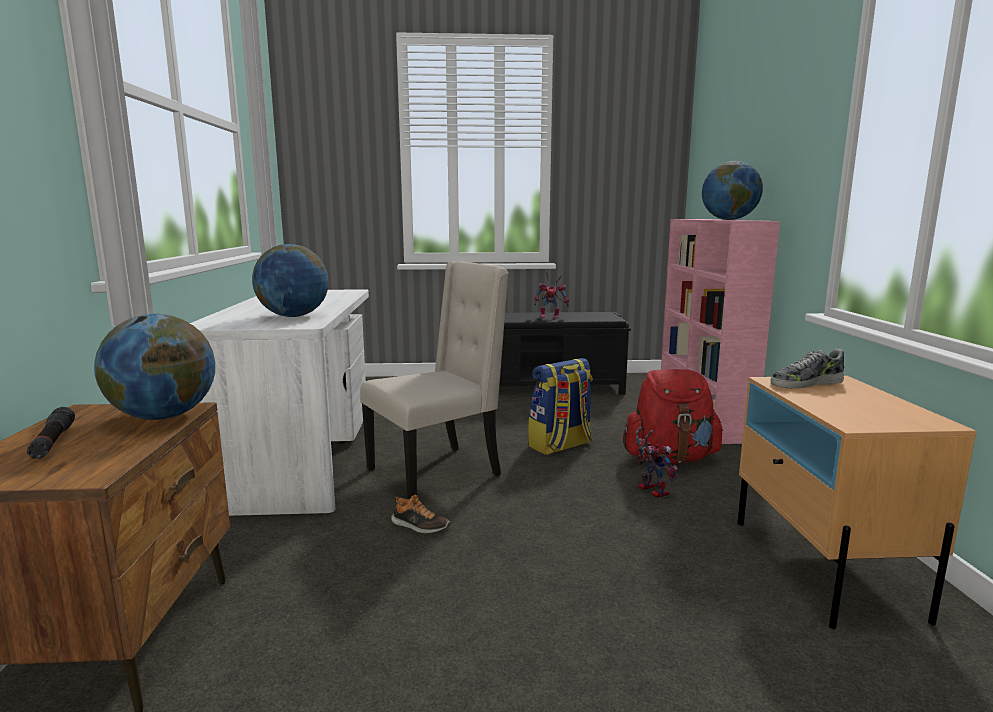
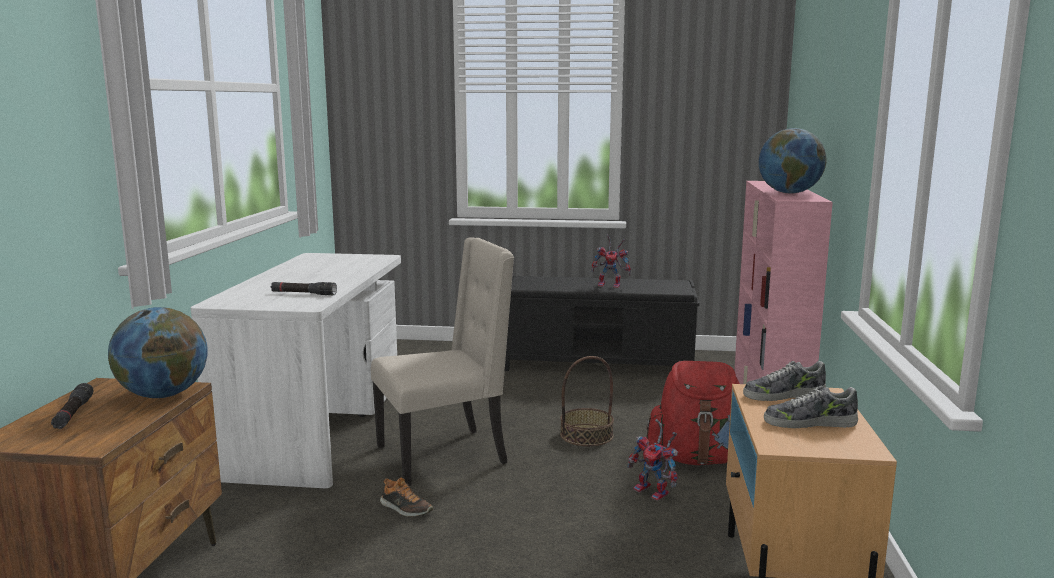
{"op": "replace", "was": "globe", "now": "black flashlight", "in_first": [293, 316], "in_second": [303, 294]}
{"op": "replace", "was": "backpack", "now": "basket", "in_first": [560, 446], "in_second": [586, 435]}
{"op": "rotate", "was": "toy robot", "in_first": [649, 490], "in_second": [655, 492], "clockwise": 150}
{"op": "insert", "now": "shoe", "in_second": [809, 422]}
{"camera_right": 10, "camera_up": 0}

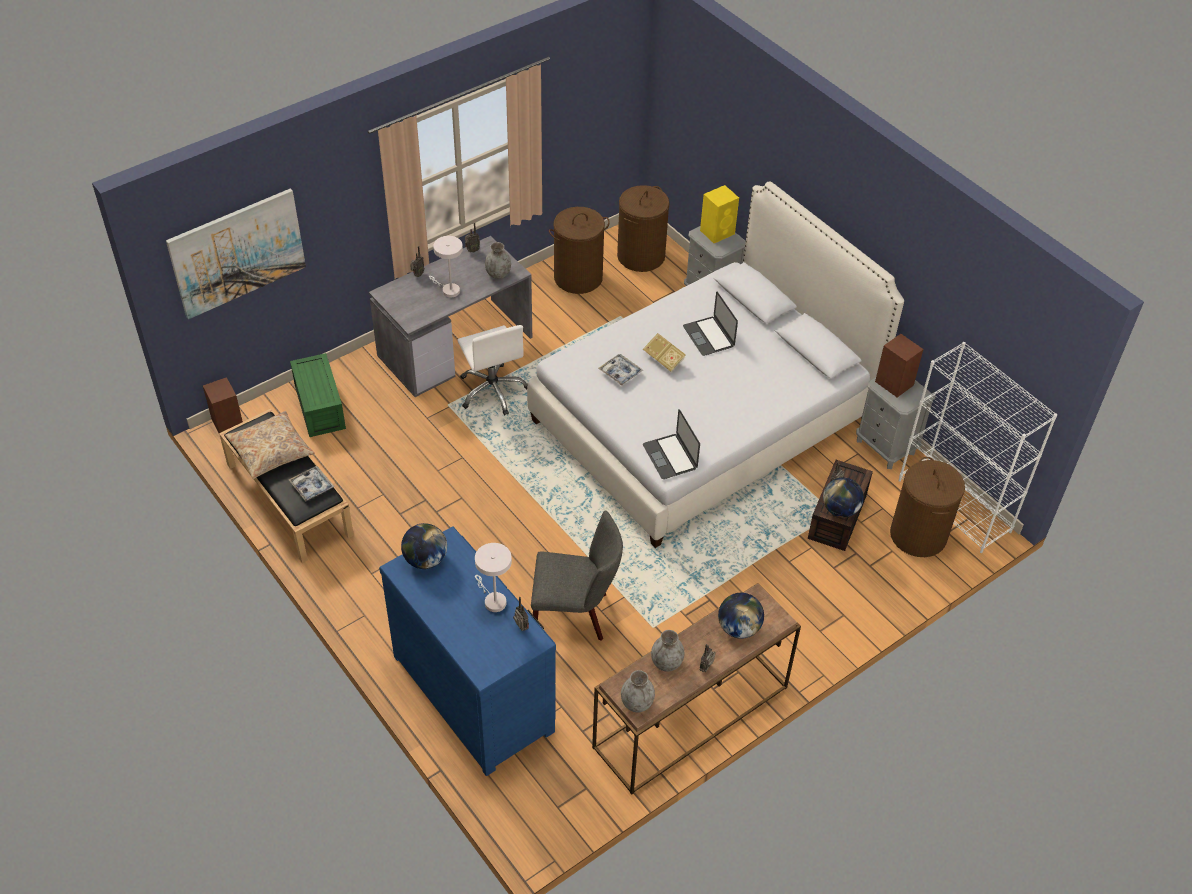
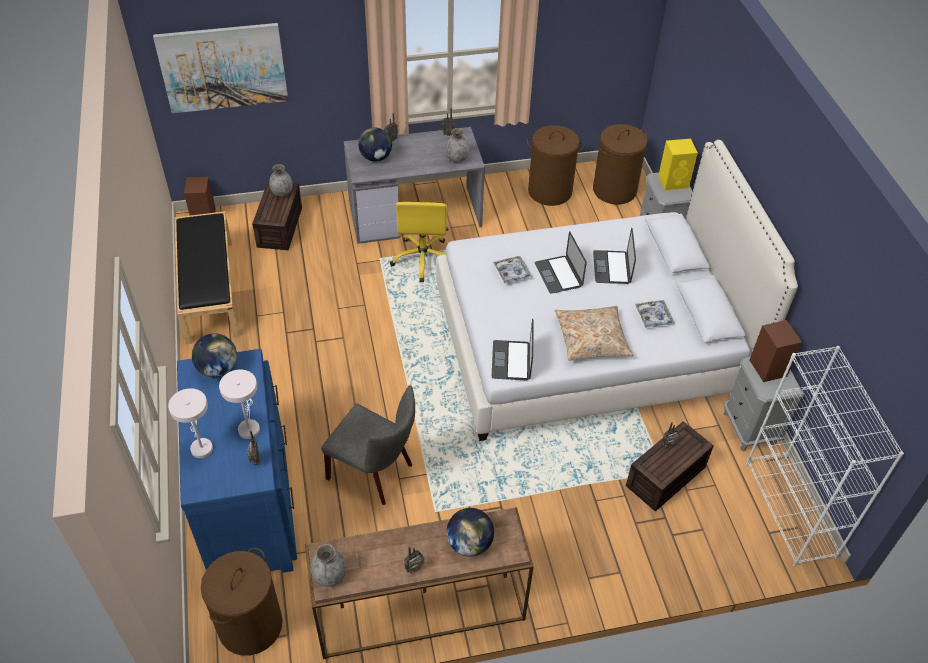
{"op": "move", "was": "white table lamp", "in_first": [448, 290], "in_second": [200, 446]}
{"op": "recolor", "was": "white office chair", "now": "yellow office chair", "in_first": [493, 390], "in_second": [423, 259]}
{"op": "replace", "was": "book", "now": "laptop", "in_first": [664, 360], "in_second": [558, 274]}
{"op": "recolor", "was": "green storage box", "now": "brown storage box", "in_first": [321, 407], "in_second": [280, 227]}
{"op": "move", "was": "beige pillow", "in_first": [271, 451], "in_second": [592, 339]}
{"op": "move", "was": "brown laundry basket", "in_first": [918, 535], "in_second": [250, 625]}
{"op": "move", "was": "tray", "in_first": [312, 486], "in_second": [653, 317]}
{"op": "move", "was": "globe", "in_first": [840, 509], "in_second": [376, 157]}
{"op": "move", "was": "grey vase", "in_first": [666, 663], "in_second": [282, 193]}
{"camera_right": 25, "camera_up": 0}

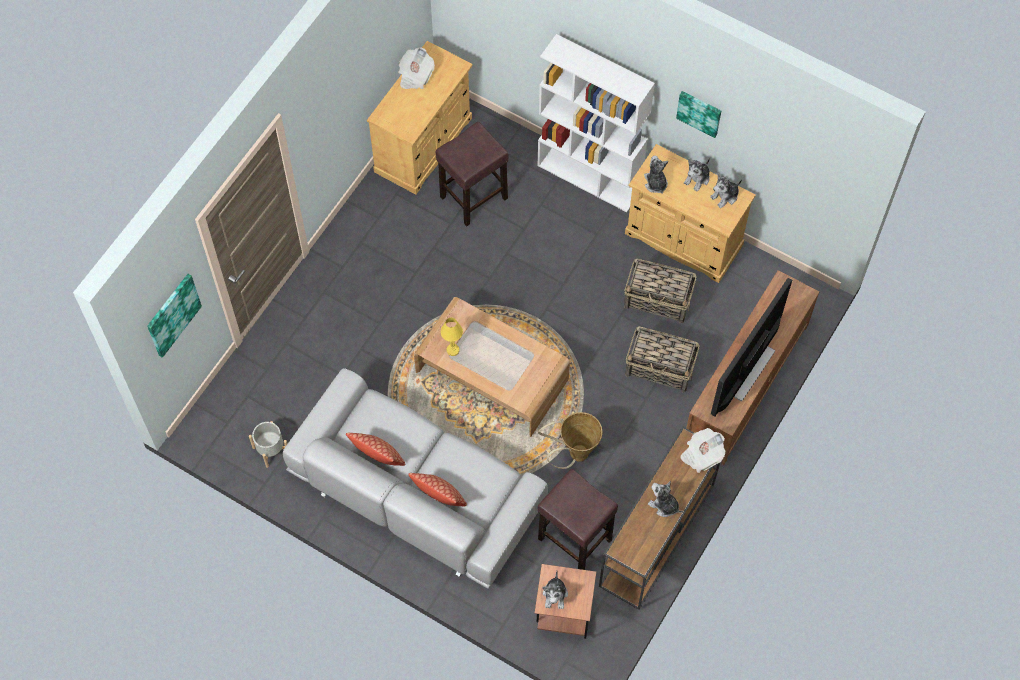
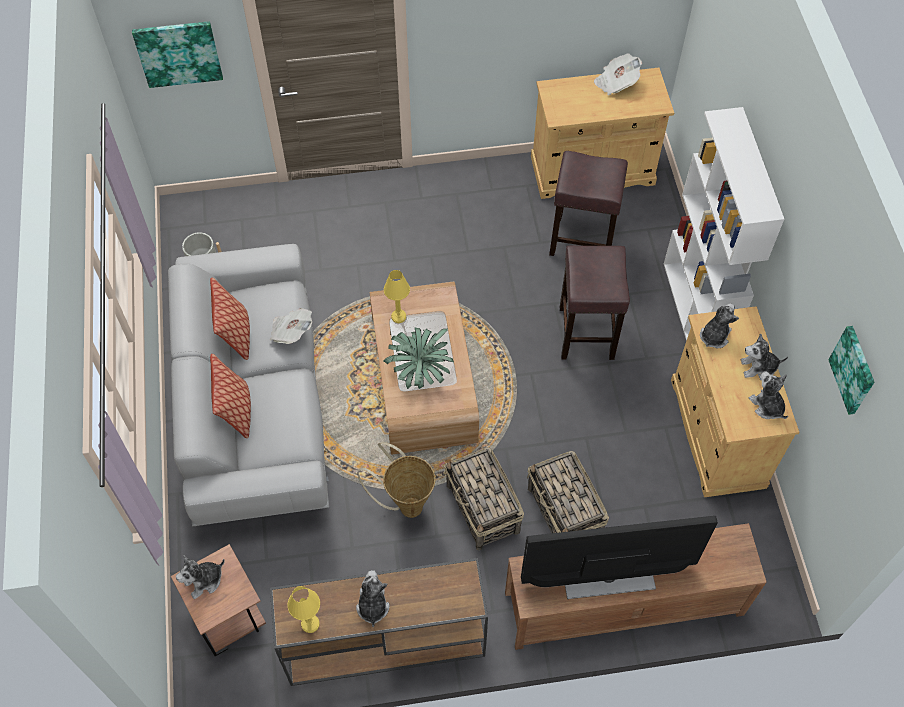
{"op": "move", "was": "picture", "in_first": [699, 112], "in_second": [854, 370]}
{"op": "rotate", "was": "plush toy", "in_first": [725, 196], "in_second": [767, 406], "clockwise": 45}
{"op": "move", "was": "basket", "in_first": [658, 300], "in_second": [483, 509]}
{"op": "move", "was": "newspaper", "in_first": [701, 454], "in_second": [291, 332]}
{"op": "move", "was": "brown stool", "in_first": [573, 538], "in_second": [586, 332]}
{"op": "insert", "now": "potted plant", "in_second": [420, 369]}
{"op": "insert", "now": "yellow table lamp", "in_second": [310, 624]}
{"camera_right": 50, "camera_up": -5}

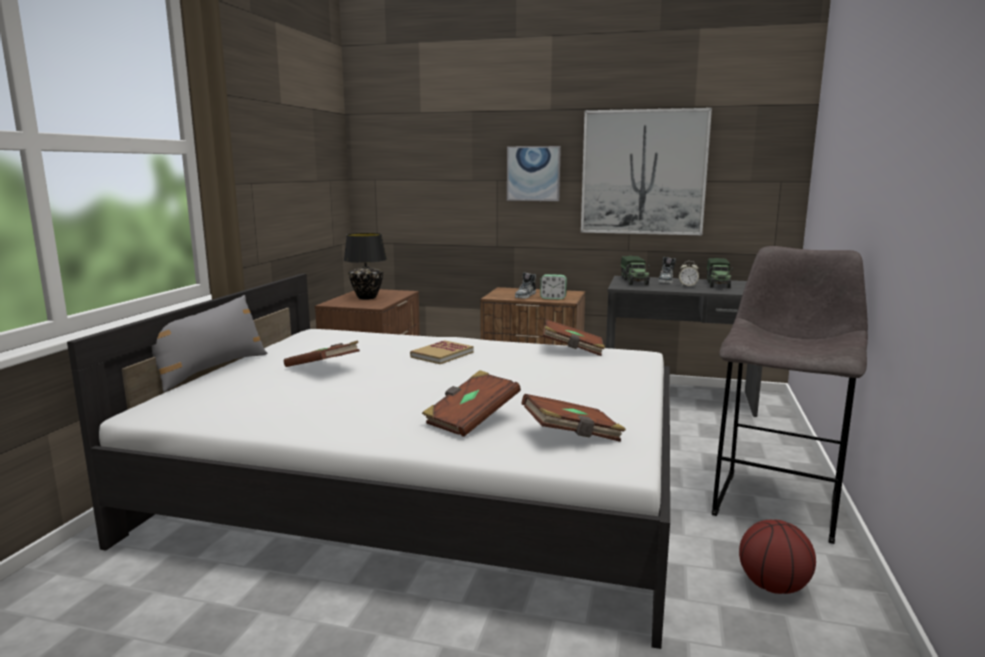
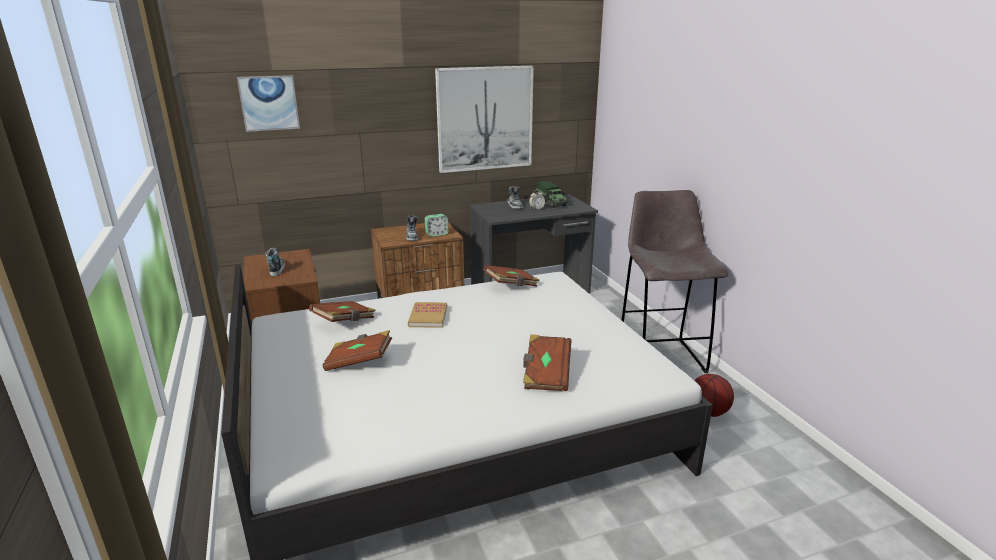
{"op": "move", "was": "picture", "in_first": [533, 173], "in_second": [269, 103]}
{"op": "replace", "was": "black table lamp", "now": "shoe", "in_first": [366, 298], "in_second": [276, 269]}
{"op": "delete", "was": "toy truck", "in_first": [634, 281]}
{"op": "delete", "was": "grey pillow", "in_first": [211, 370]}
{"op": "move", "was": "brown book", "in_first": [572, 436], "in_second": [344, 321]}
{"camera_right": -35, "camera_up": 10}

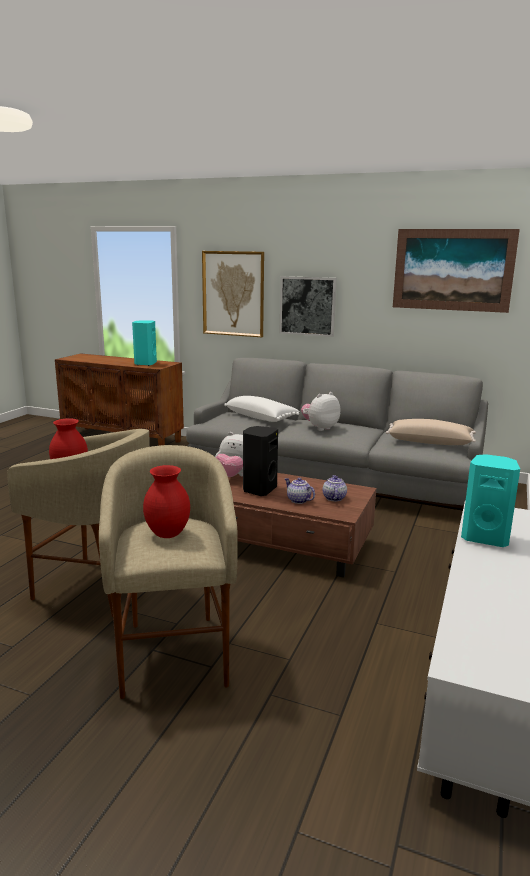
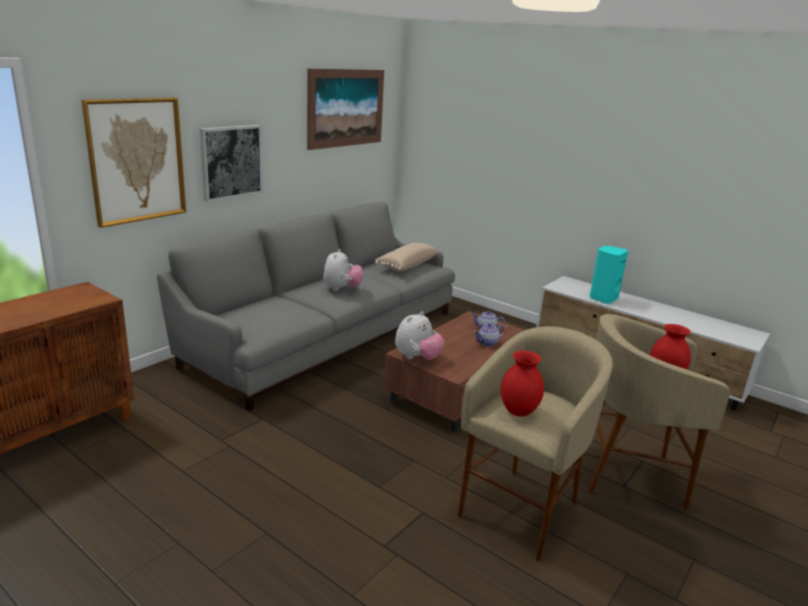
{"op": "delete", "was": "turquoise speaker", "in_first": [145, 364]}
{"op": "rotate", "was": "plush toy", "in_first": [320, 428], "in_second": [341, 289], "clockwise": -150}
{"op": "delete", "was": "white pillow", "in_first": [261, 417]}
{"op": "delete", "was": "black speaker", "in_first": [258, 490]}
{"camera_right": -75, "camera_up": 5}

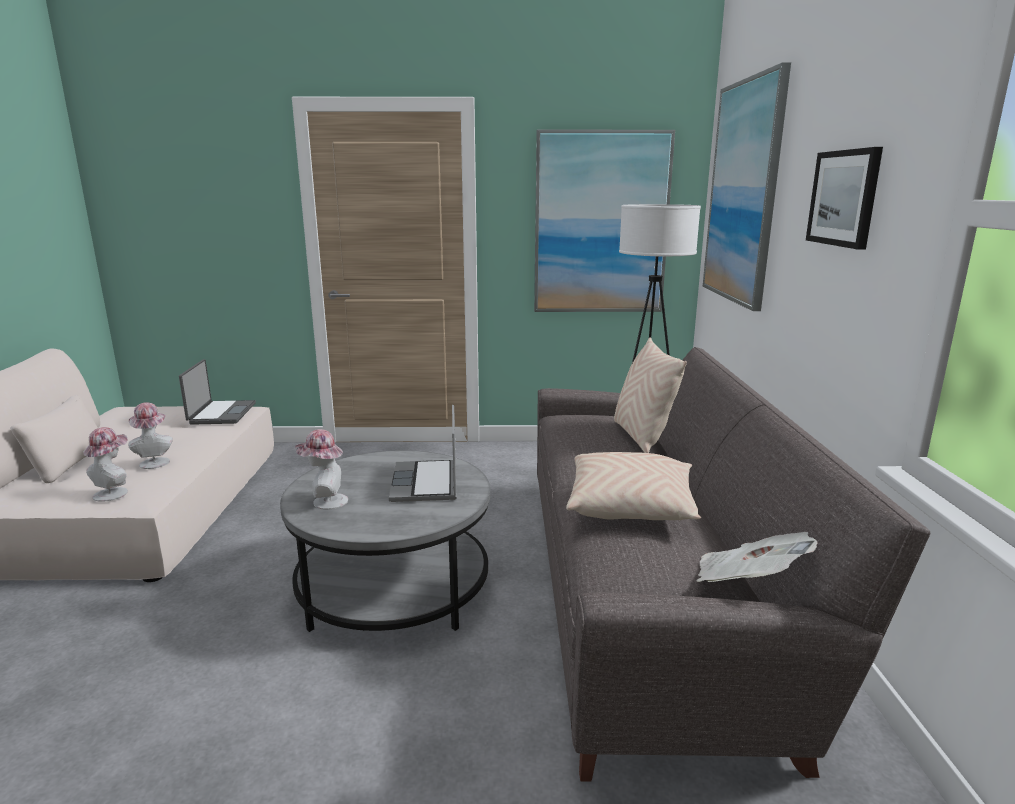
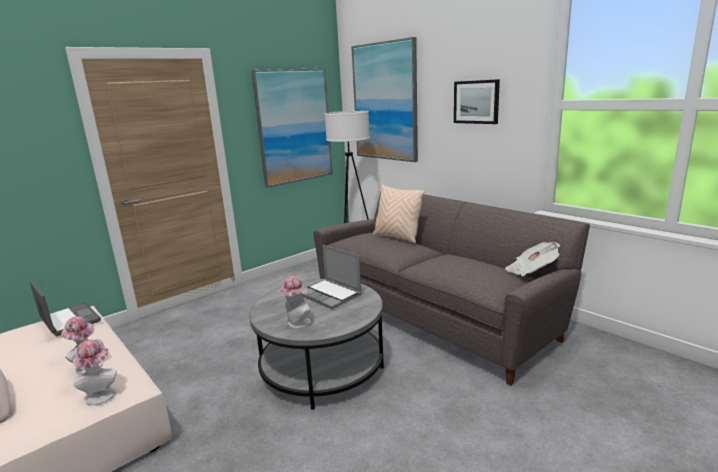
{"op": "delete", "was": "beige pillow", "in_first": [630, 506]}
{"camera_right": -40, "camera_up": 0}

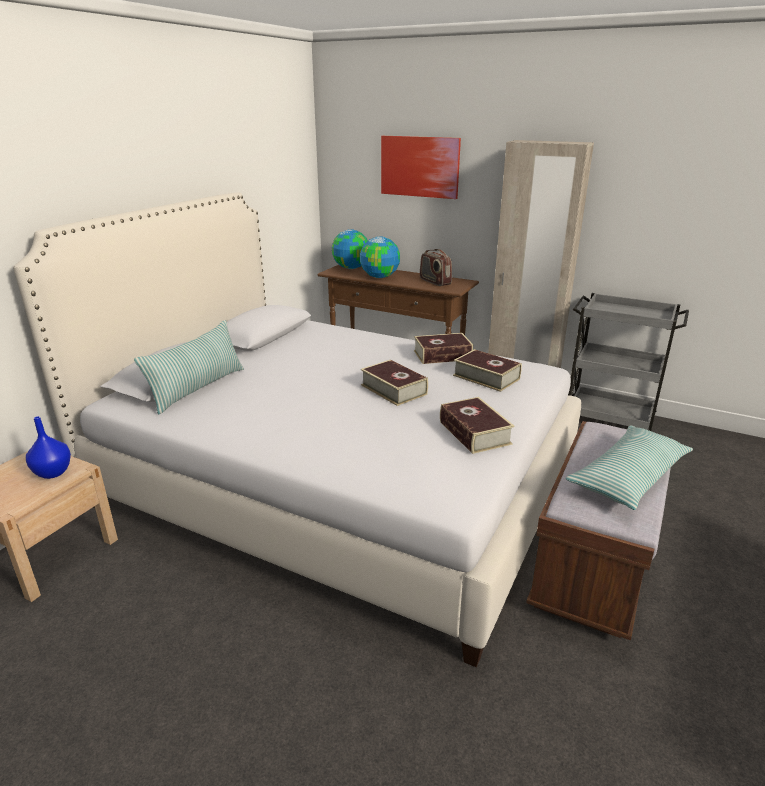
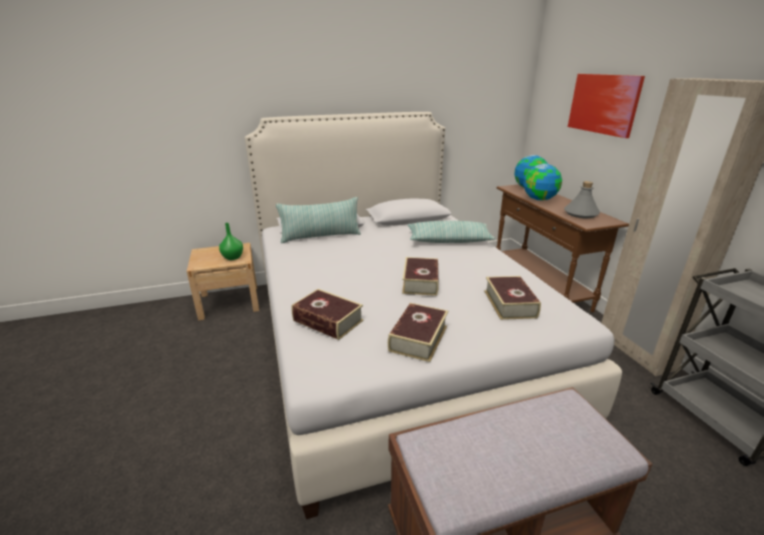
{"op": "replace", "was": "radio", "now": "grey bottle", "in_first": [434, 282], "in_second": [581, 214]}
{"op": "move", "was": "book", "in_first": [442, 355], "in_second": [328, 320]}
{"op": "recolor", "was": "blue vase", "now": "green vase", "in_first": [53, 472], "in_second": [233, 257]}
{"op": "move", "was": "pillow", "in_first": [628, 477], "in_second": [449, 240]}
{"camera_right": 45, "camera_up": 0}

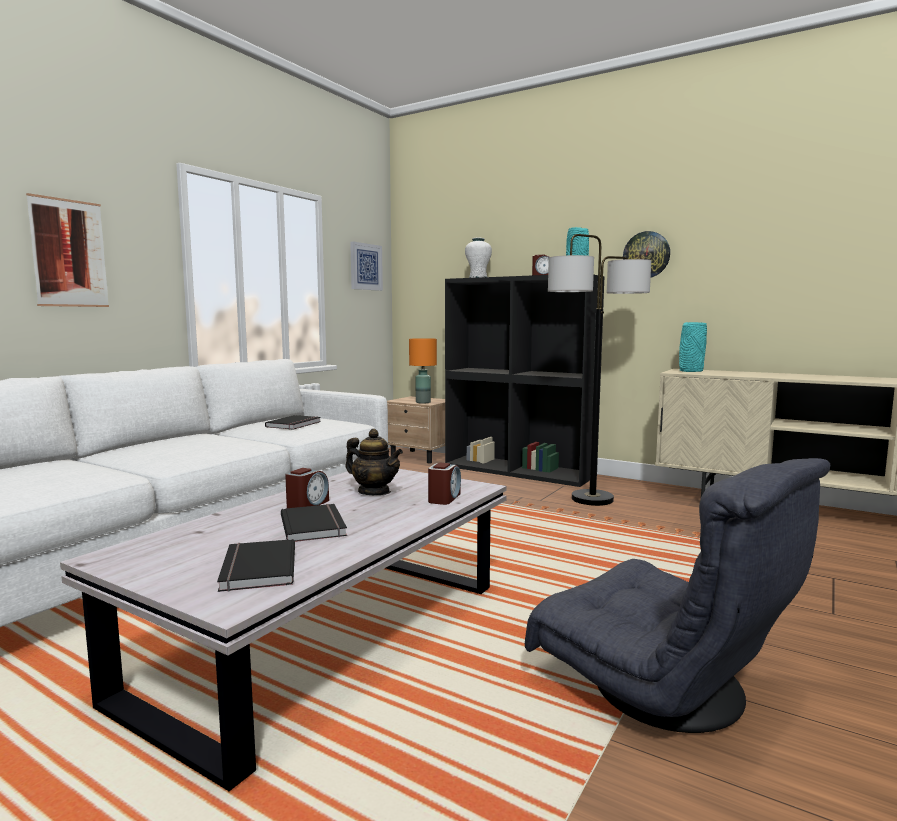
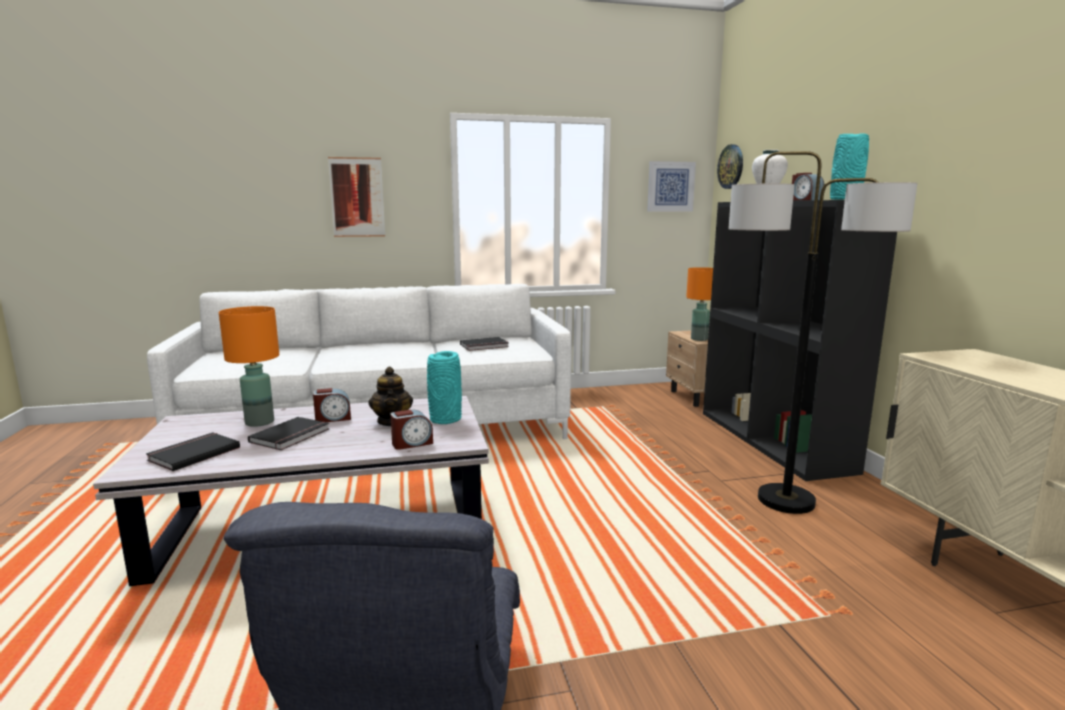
{"op": "move", "was": "wall clock", "in_first": [646, 255], "in_second": [731, 166]}
{"op": "move", "was": "turquoise vase", "in_first": [690, 371], "in_second": [445, 419]}
{"op": "insert", "now": "orange table lamp", "in_second": [258, 422]}
{"camera_right": 45, "camera_up": 5}

